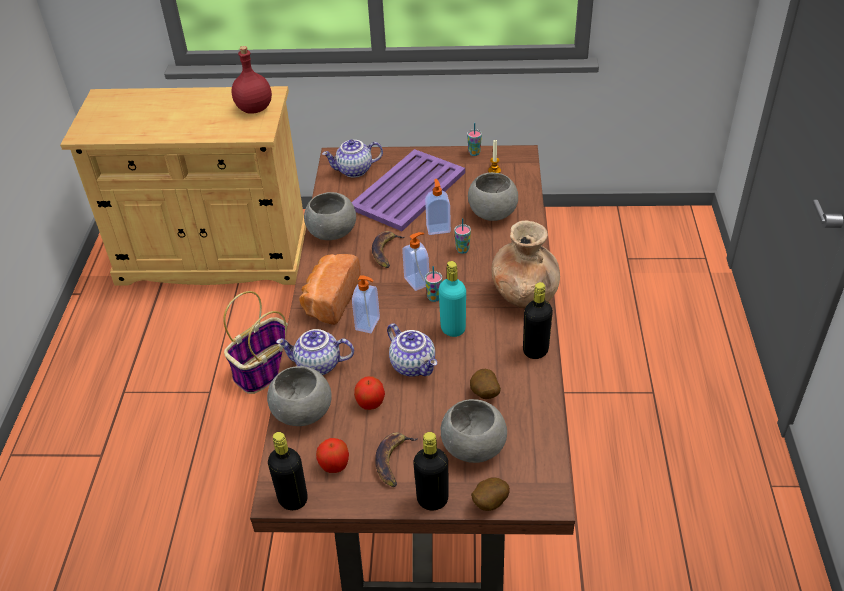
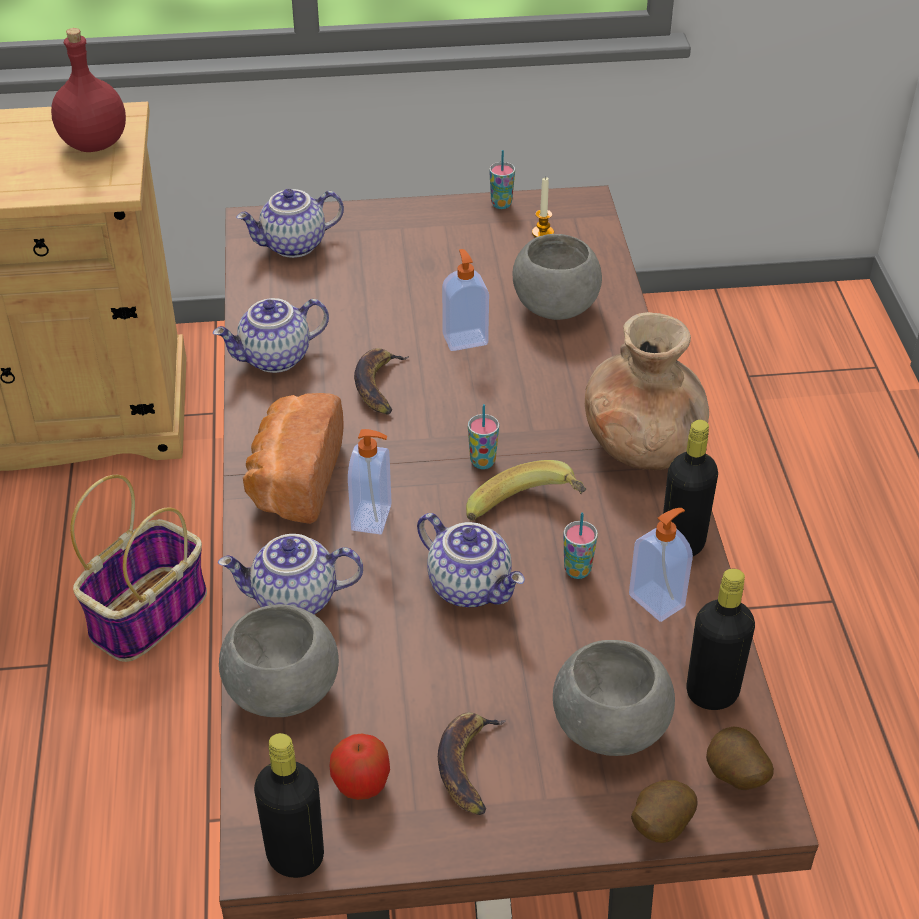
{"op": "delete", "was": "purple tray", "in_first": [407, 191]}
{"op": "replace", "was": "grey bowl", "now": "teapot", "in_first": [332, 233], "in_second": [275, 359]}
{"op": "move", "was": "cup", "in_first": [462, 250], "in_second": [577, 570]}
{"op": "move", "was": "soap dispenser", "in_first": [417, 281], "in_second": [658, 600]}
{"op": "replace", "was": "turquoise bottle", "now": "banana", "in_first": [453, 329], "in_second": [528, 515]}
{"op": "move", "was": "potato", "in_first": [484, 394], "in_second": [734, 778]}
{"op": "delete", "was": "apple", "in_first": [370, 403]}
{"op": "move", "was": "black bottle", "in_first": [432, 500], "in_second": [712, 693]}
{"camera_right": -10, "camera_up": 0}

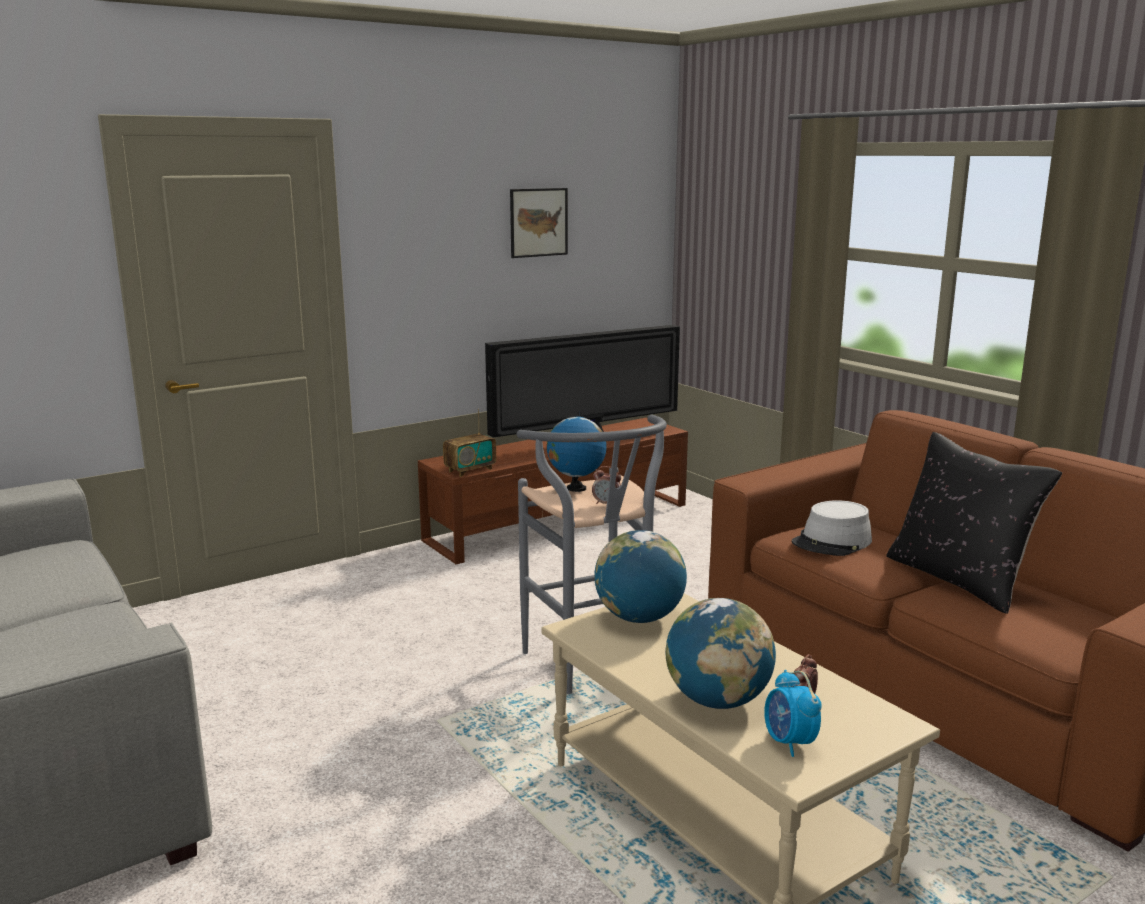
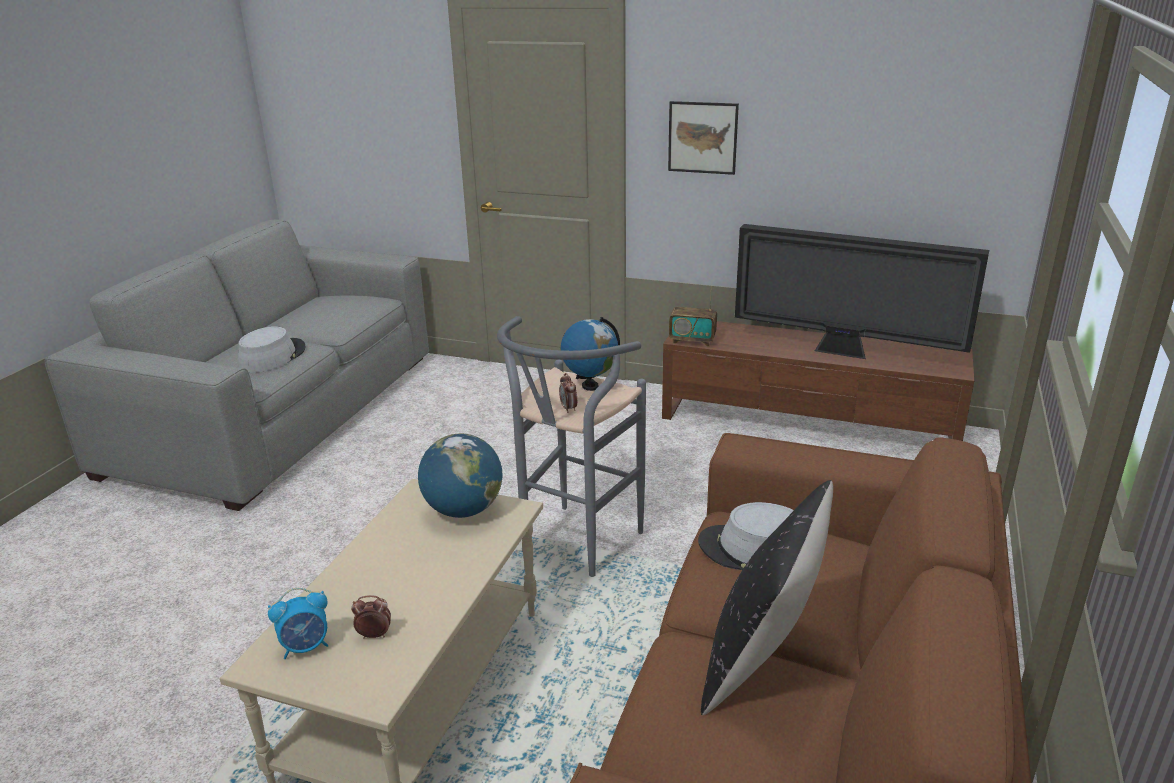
{"op": "move", "was": "picture", "in_first": [538, 222], "in_second": [702, 137]}
{"op": "delete", "was": "globe", "in_first": [718, 700]}
{"op": "rotate", "was": "alarm clock", "in_first": [789, 743], "in_second": [306, 647], "clockwise": -150}
{"op": "insert", "now": "grey hat", "in_second": [272, 357]}
{"camera_right": 55, "camera_up": 10}

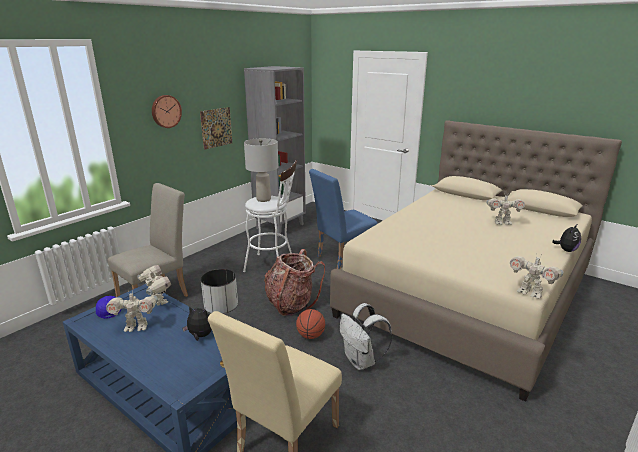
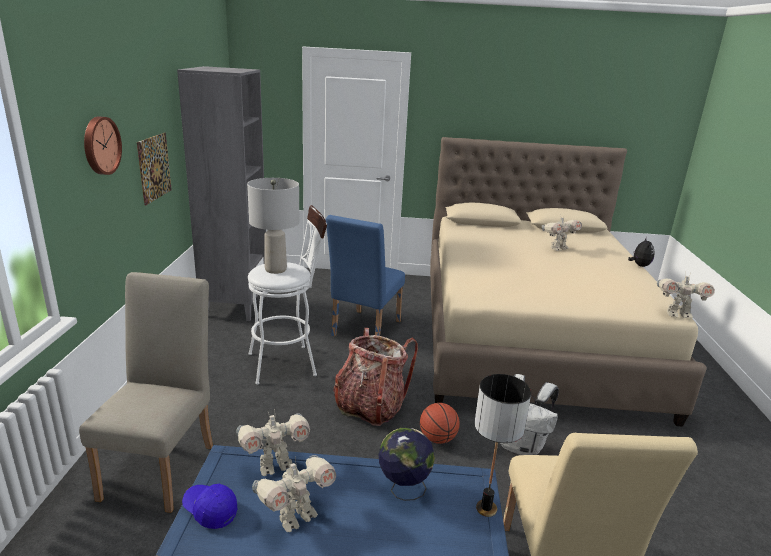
{"op": "rotate", "was": "toy robot", "in_first": [158, 301], "in_second": [275, 465], "clockwise": 135}
{"op": "replace", "was": "plush toy", "now": "globe", "in_first": [200, 336], "in_second": [403, 489]}
{"camera_right": -35, "camera_up": 0}

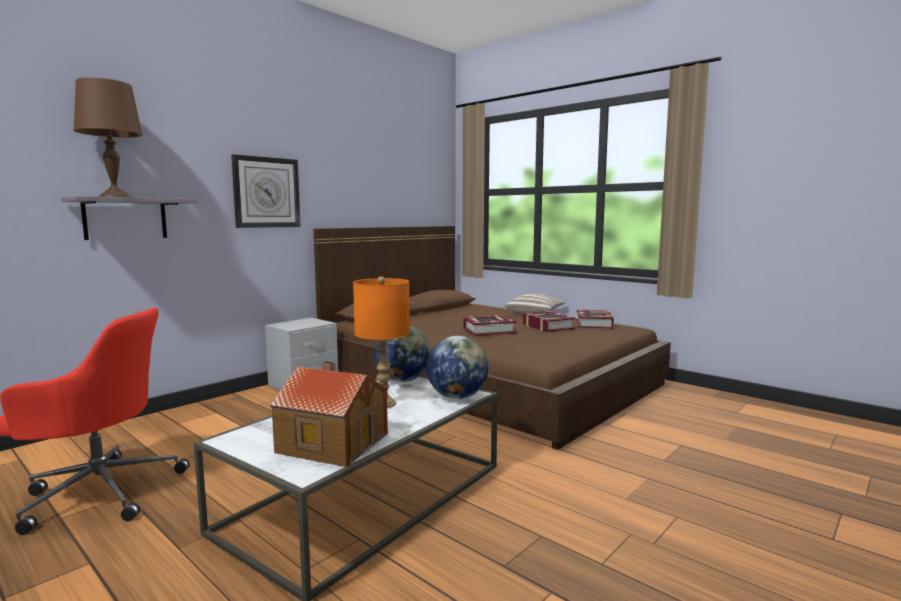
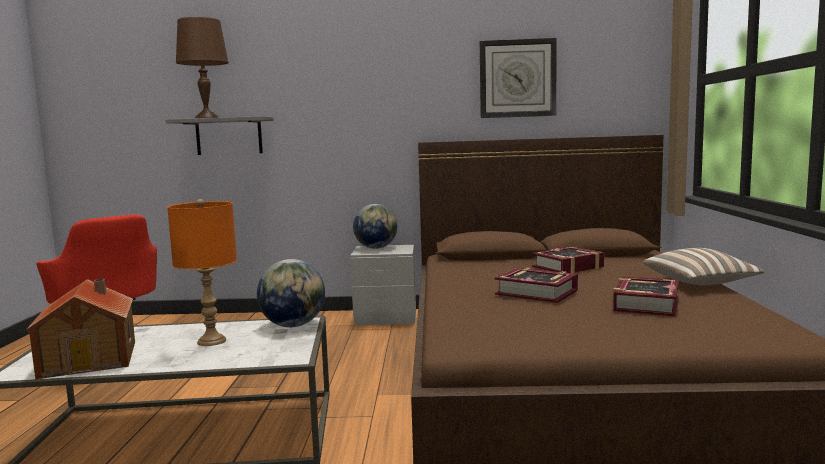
{"op": "move", "was": "wall clock", "in_first": [266, 192], "in_second": [517, 78]}
{"op": "move", "was": "book", "in_first": [594, 324], "in_second": [568, 267]}
{"op": "move", "was": "globe", "in_first": [457, 397], "in_second": [376, 248]}
{"camera_right": 50, "camera_up": 0}

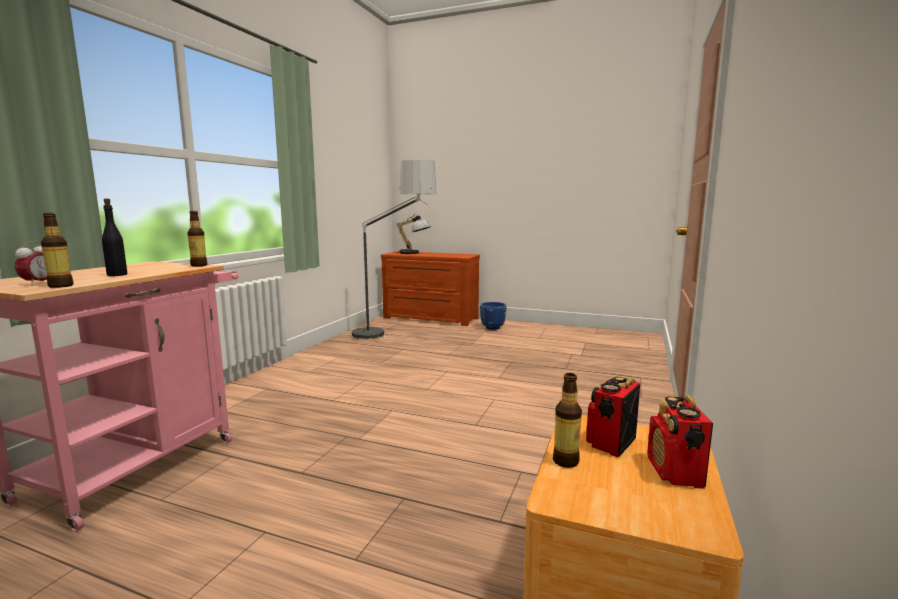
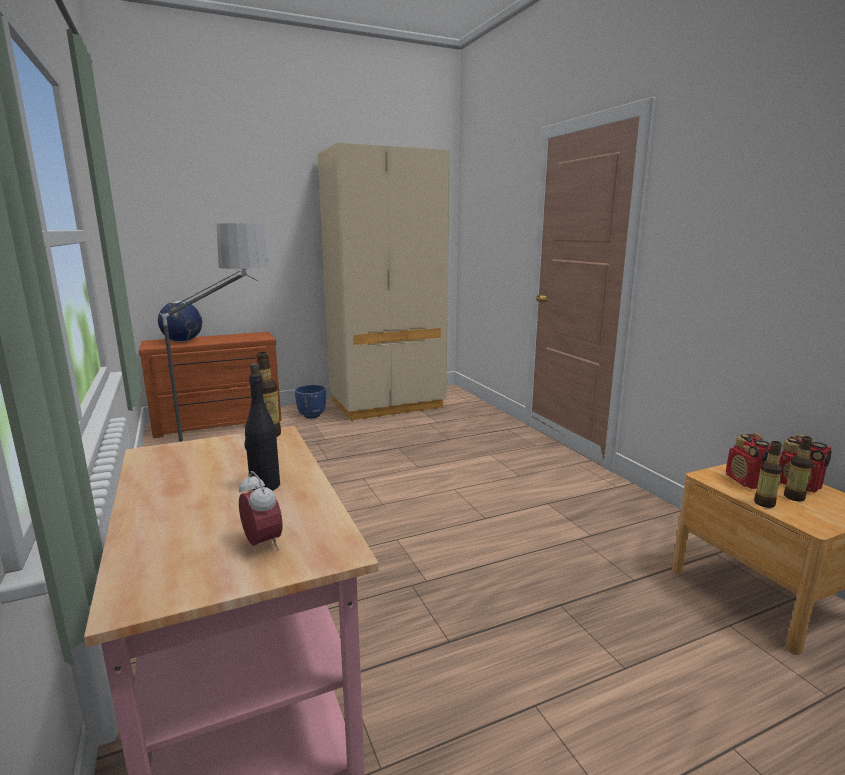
{"op": "move", "was": "bottle", "in_first": [60, 286], "in_second": [794, 497]}
{"op": "replace", "was": "table lamp", "now": "globe", "in_first": [414, 253], "in_second": [182, 341]}
{"op": "insert", "now": "beige wardrobe", "in_second": [387, 404]}
{"camera_right": -45, "camera_up": 5}

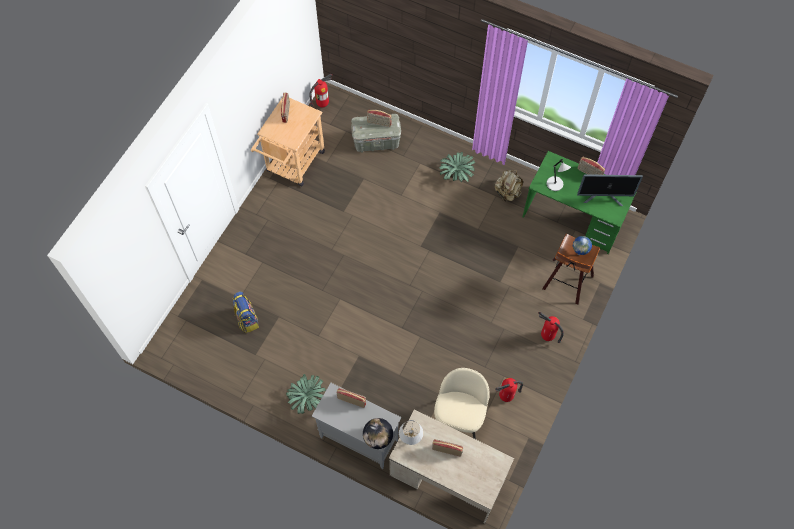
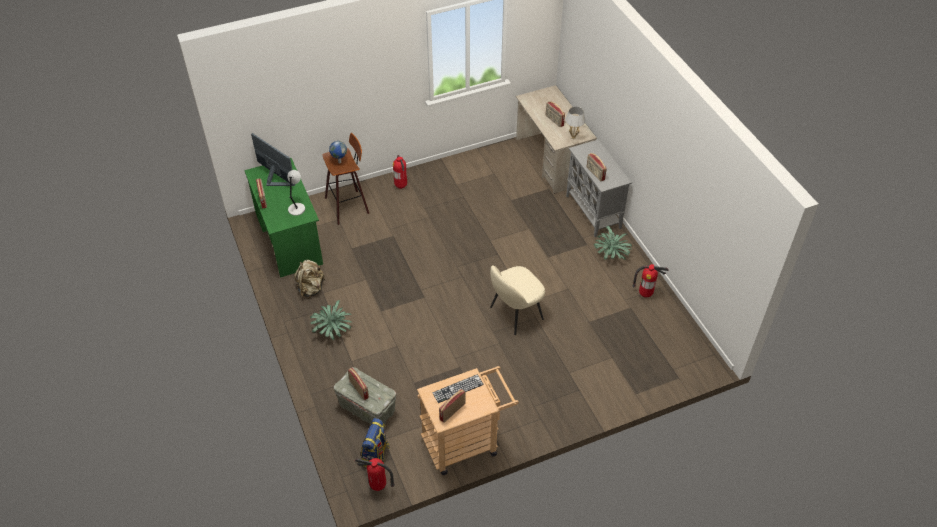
{"op": "move", "was": "backpack", "in_first": [247, 319], "in_second": [376, 455]}
{"op": "move", "was": "beige chair", "in_first": [459, 418], "in_second": [515, 314]}
{"op": "move", "was": "fire extinguisher", "in_first": [506, 397], "in_second": [645, 294]}
{"op": "delete", "was": "globe", "in_first": [378, 437]}
{"op": "insert", "now": "keyboard", "in_second": [458, 388]}
{"camera_right": -140, "camera_up": -15}

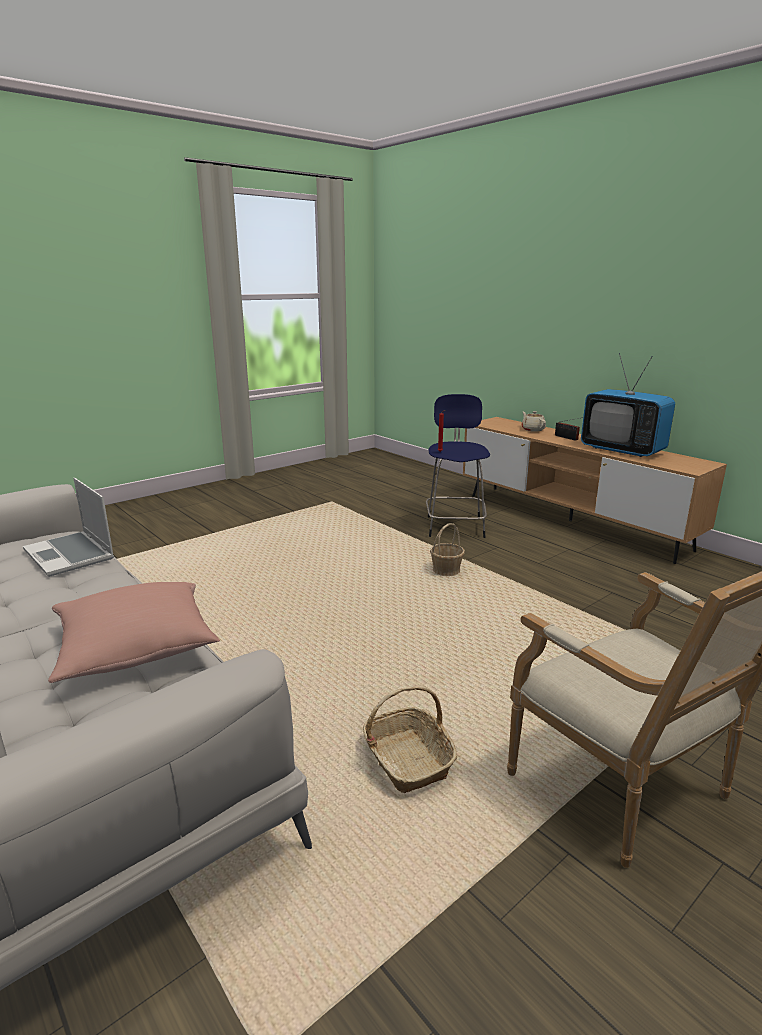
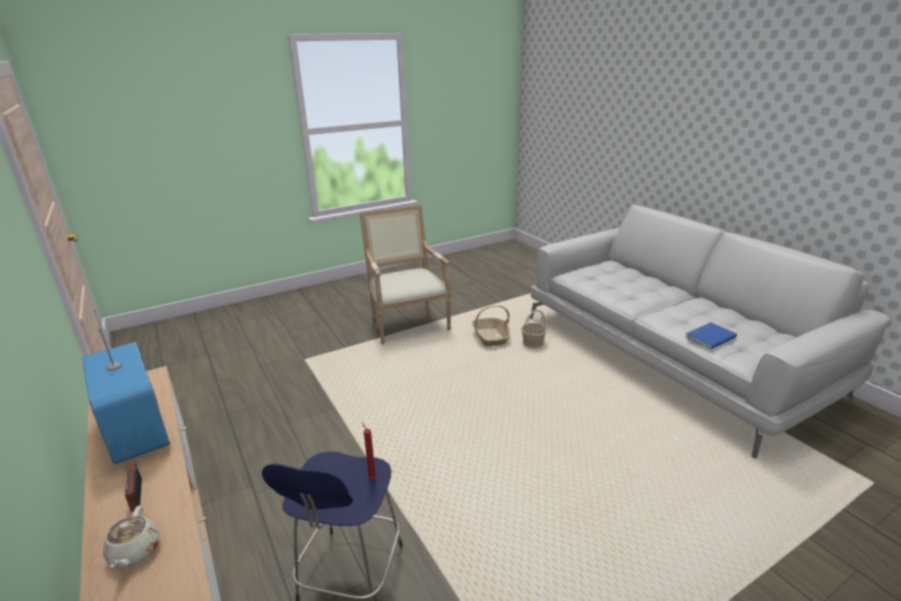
{"op": "replace", "was": "laptop", "now": "blue book", "in_first": [71, 555], "in_second": [709, 337]}
{"op": "move", "was": "basket", "in_first": [446, 570], "in_second": [532, 343]}
{"op": "delete", "was": "pink pillow", "in_first": [136, 648]}
{"camera_right": -170, "camera_up": 5}

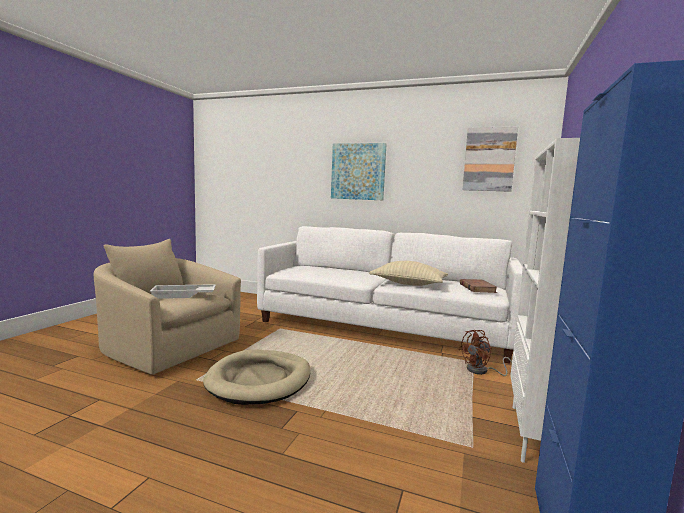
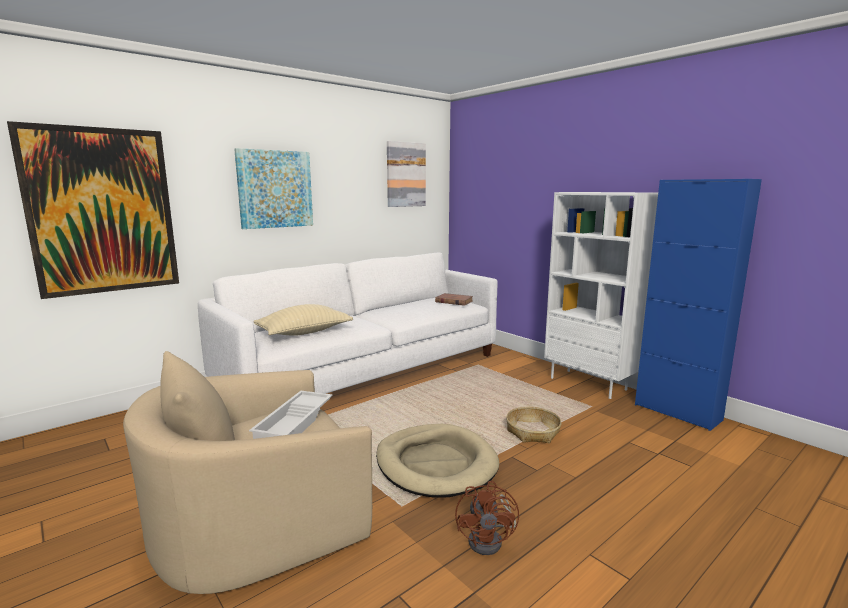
{"op": "move", "was": "beige pillow", "in_first": [408, 284], "in_second": [304, 333]}
{"op": "move", "was": "brown fan", "in_first": [482, 371], "in_second": [490, 540]}
{"op": "insert", "now": "picture", "in_second": [102, 211]}
{"op": "insert", "now": "basket", "in_second": [532, 432]}
{"camera_right": -60, "camera_up": 5}

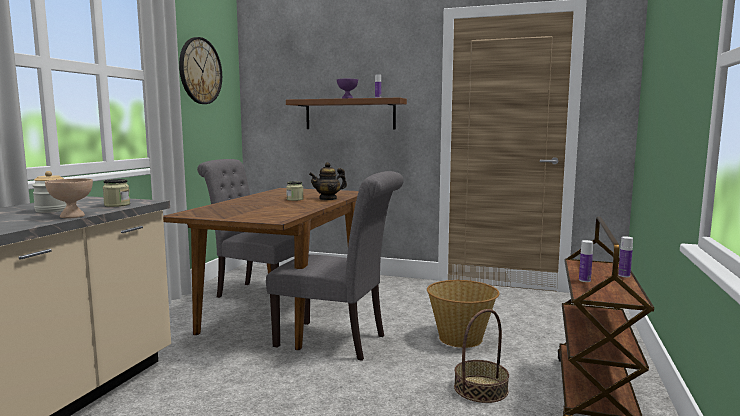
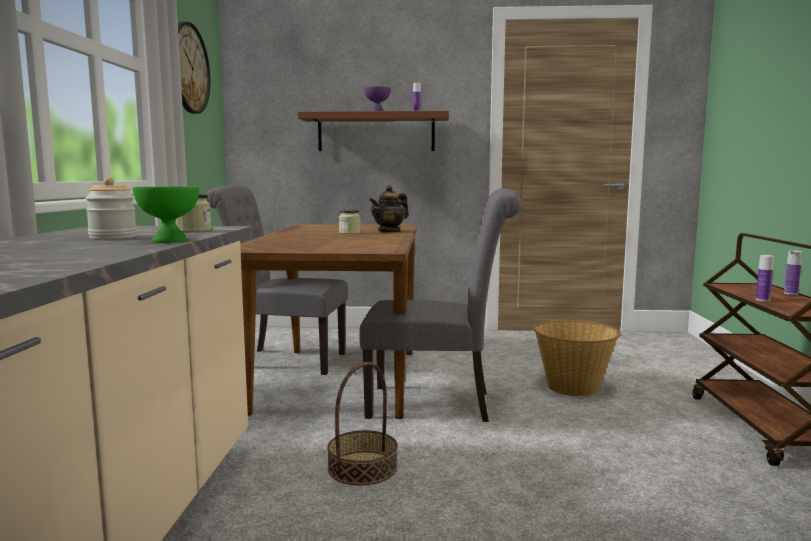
{"op": "recolor", "was": "beige bowl", "now": "green bowl", "in_first": [72, 216], "in_second": [170, 241]}
{"op": "move", "was": "basket", "in_first": [480, 389], "in_second": [362, 467]}
{"camera_right": -15, "camera_up": 0}

